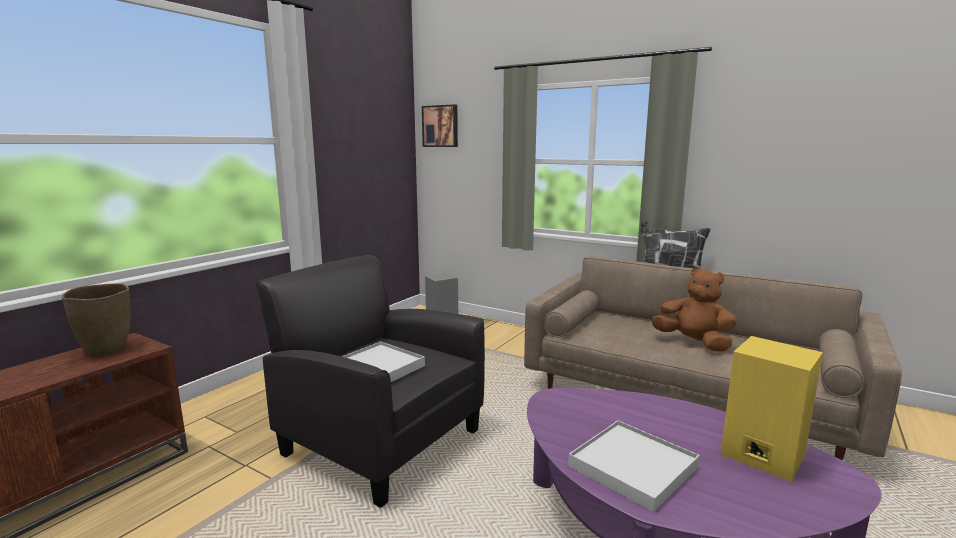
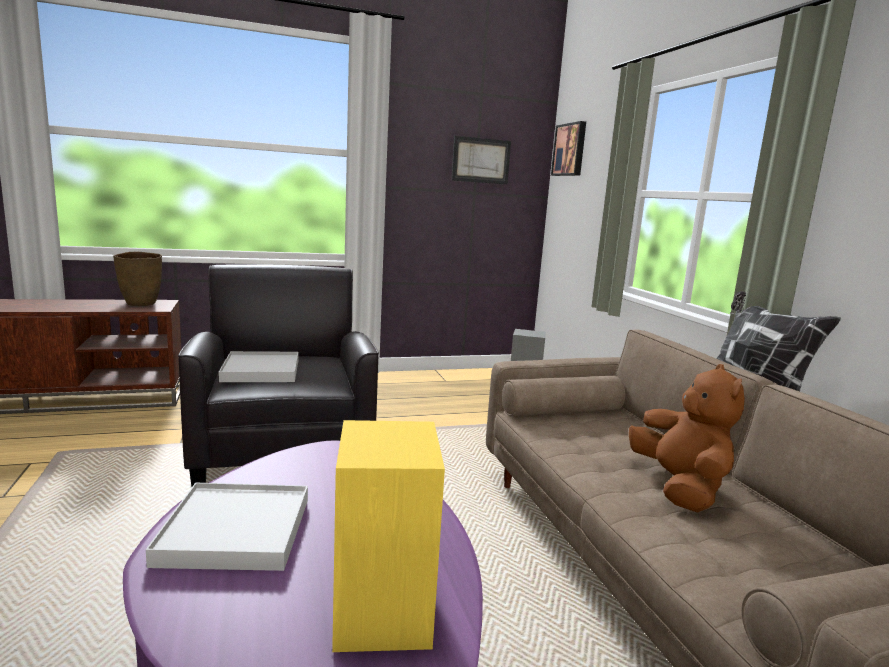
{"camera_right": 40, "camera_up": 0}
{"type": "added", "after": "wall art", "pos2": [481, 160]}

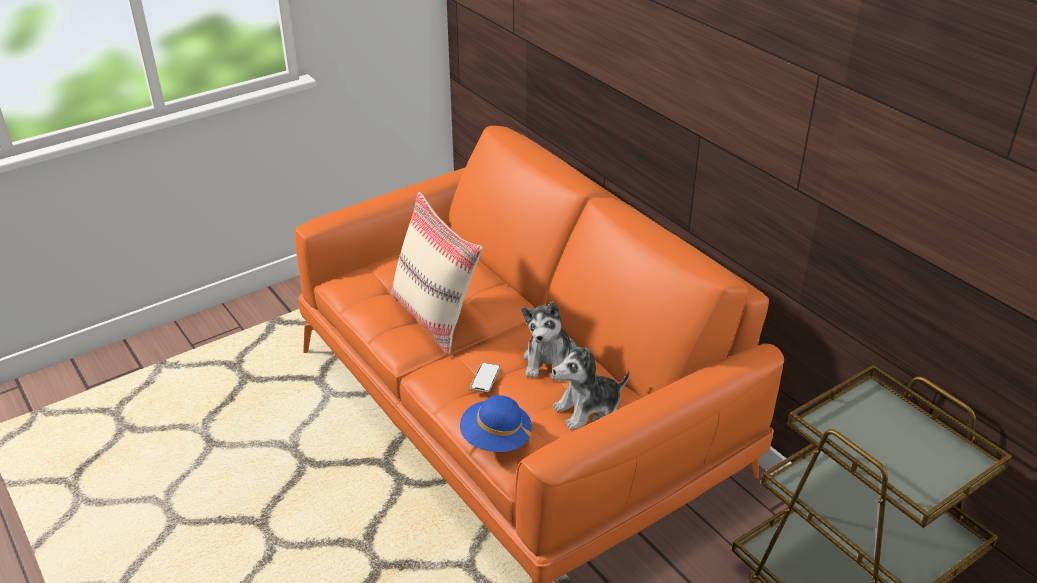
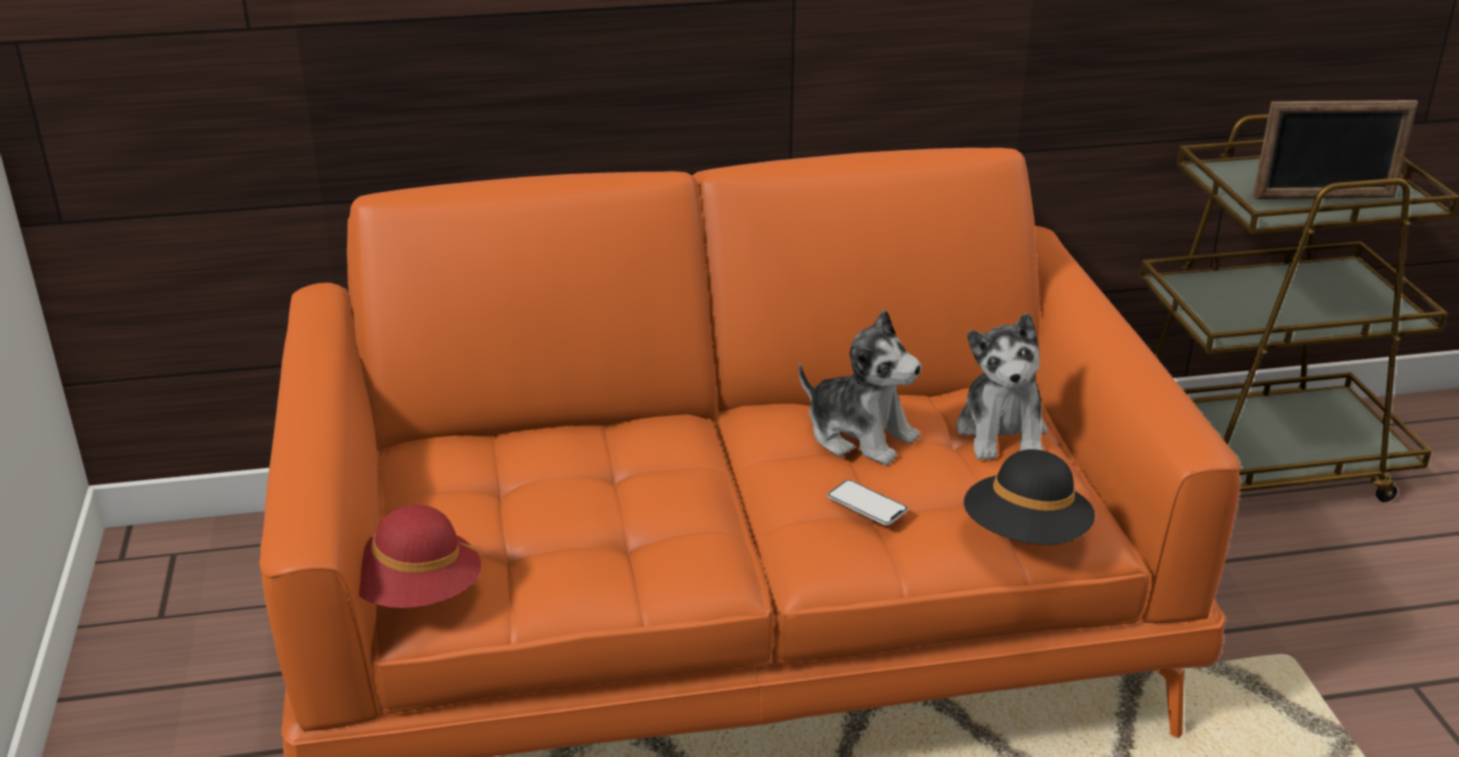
{"camera_right": -65, "camera_up": -5}
{"type": "removed", "before": "sand-coloured pillow", "pos1": [435, 317]}
{"type": "added", "after": "reddish hat", "pos2": [415, 593]}
{"type": "added", "after": "standing frame", "pos2": [1323, 197]}
{"type": "recoloured", "before": "blue-coloured hat", "after": "black hat", "pos1": [496, 439], "pos2": [1026, 535]}

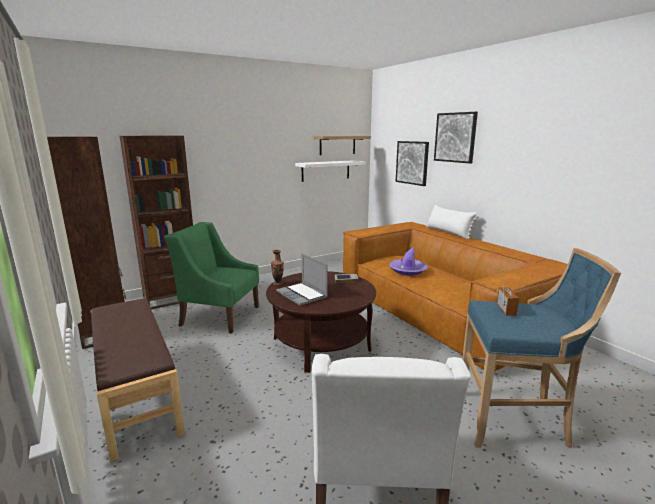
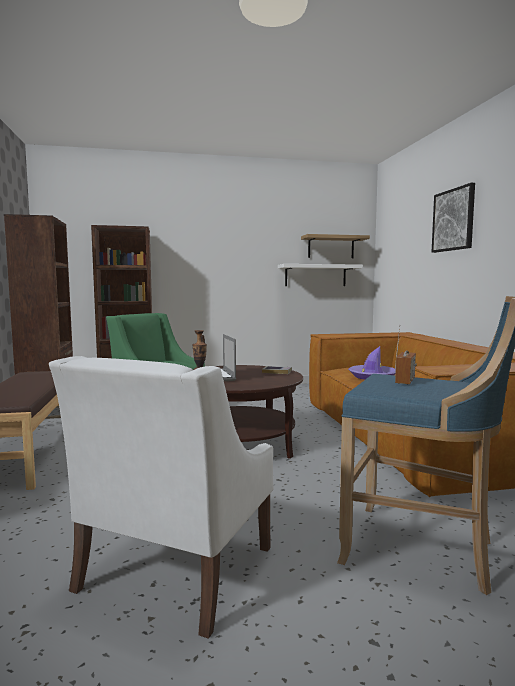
{"camera_right": 20, "camera_up": -10}
{"type": "removed", "before": "wall art", "pos1": [412, 162]}
{"type": "removed", "before": "white pillow", "pos1": [448, 233]}

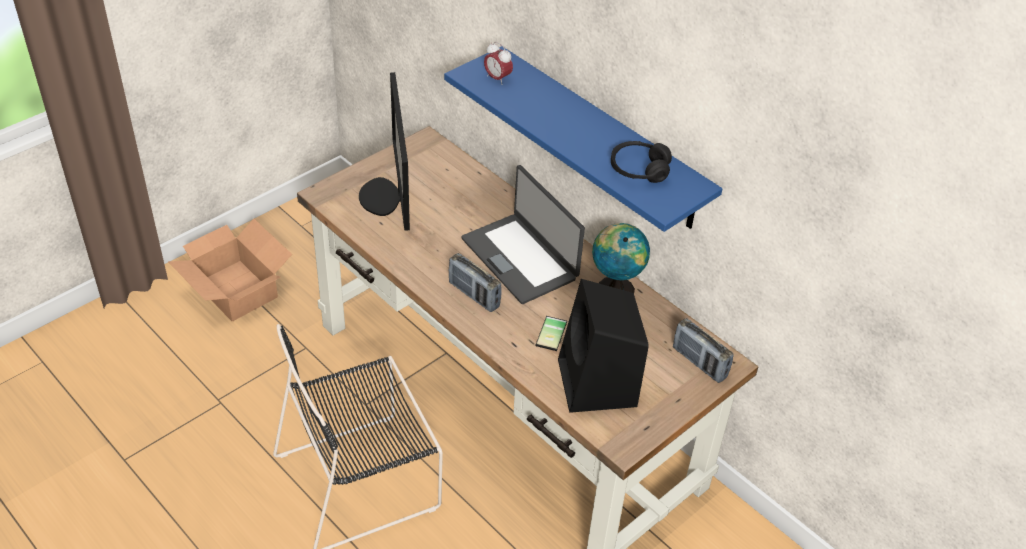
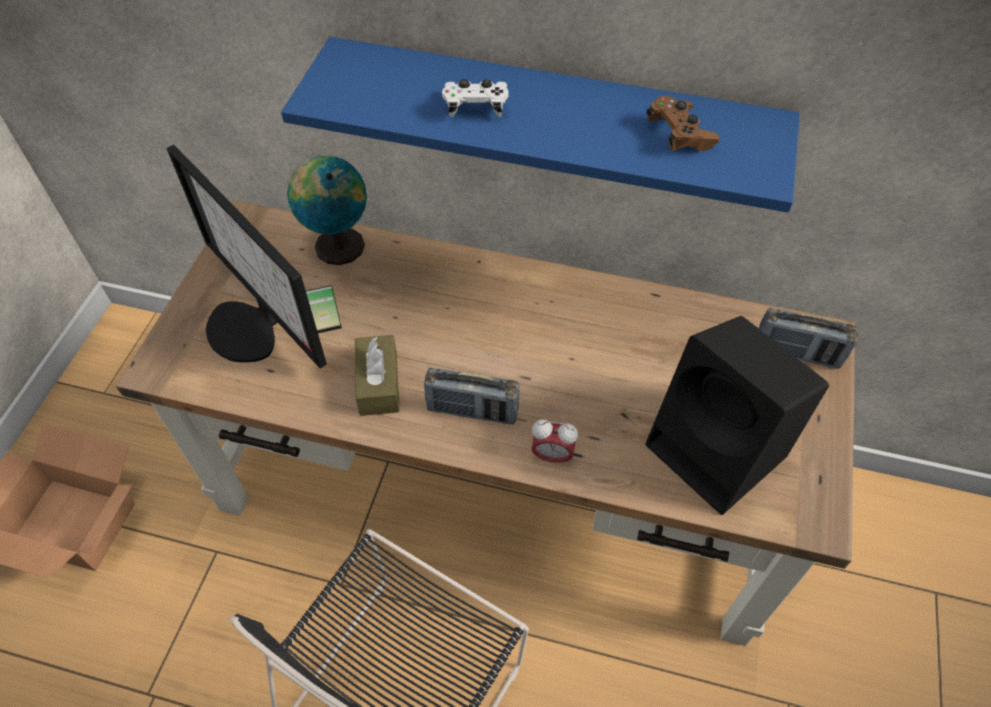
{"camera_right": -30, "camera_up": 10}
{"type": "removed", "before": "laptop", "pos1": [520, 258]}
{"type": "added", "after": "brown tissue box", "pos2": [378, 383]}
{"type": "added", "after": "white gamepad", "pos2": [475, 107]}
{"type": "moved", "before": "bedside clock", "pos1": [497, 78], "pos2": [552, 455]}
{"type": "moved", "before": "phone", "pos1": [553, 334], "pos2": [325, 309]}
{"type": "moved", "before": "world globe", "pos1": [615, 288], "pos2": [337, 244]}
{"type": "replaced", "before": "black headphones", "after": "brown gamepad", "pos1": [639, 169], "pos2": [679, 135]}

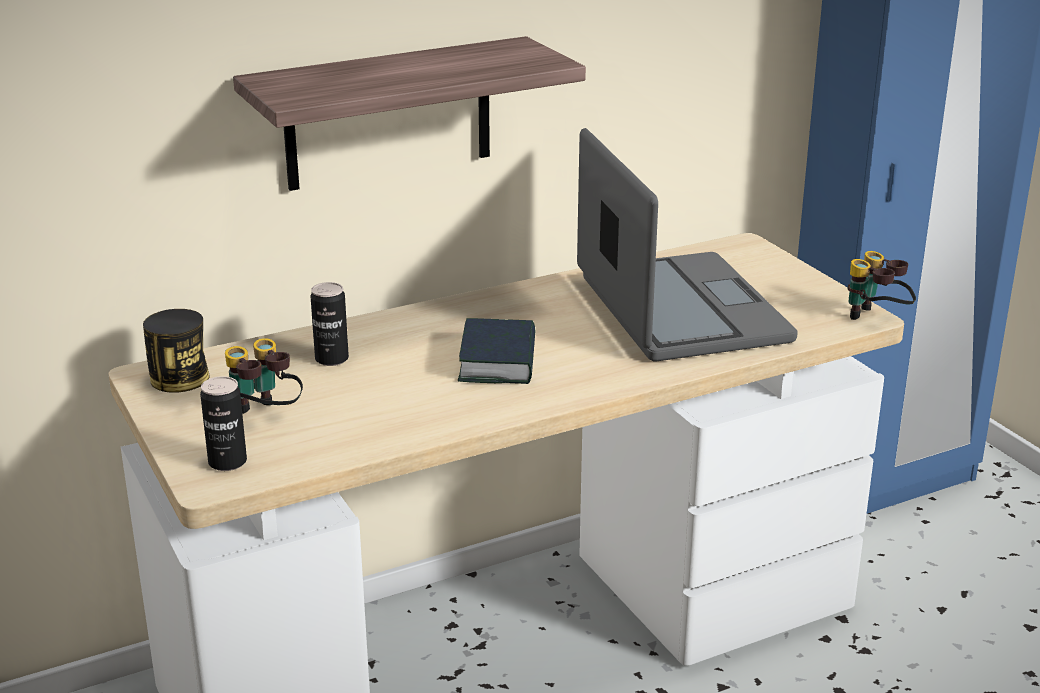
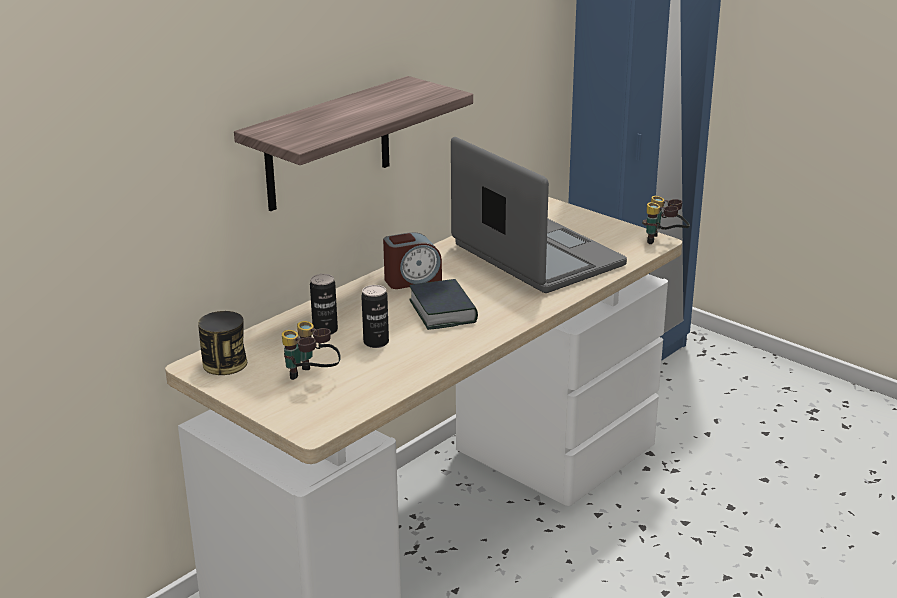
{"camera_right": -20, "camera_up": 0}
{"type": "added", "after": "bedside clock", "pos2": [412, 280]}
{"type": "moved", "before": "can", "pos1": [227, 462], "pos2": [376, 342]}

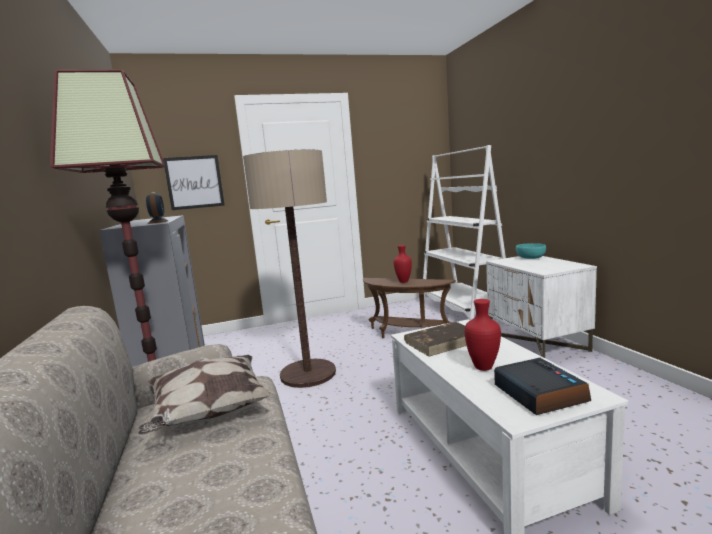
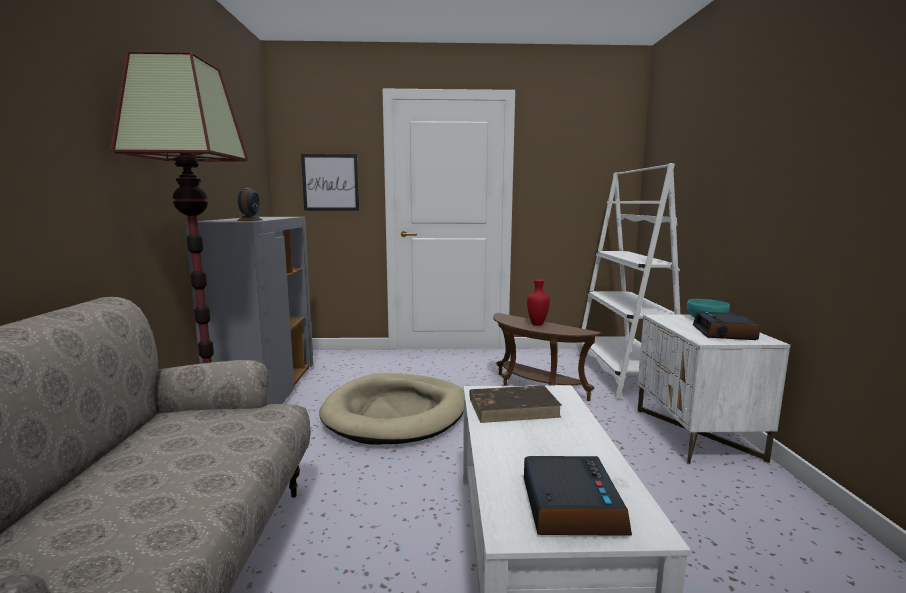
{"camera_right": 15, "camera_up": 0}
{"type": "removed", "before": "pillow", "pos1": [208, 413]}
{"type": "removed", "before": "reddish flower vase", "pos1": [482, 368]}
{"type": "added", "after": "bedside clock", "pos2": [724, 333]}
{"type": "replaced", "before": "standard lamp", "after": "sand-coloured dog cushion", "pos1": [308, 374], "pos2": [396, 413]}

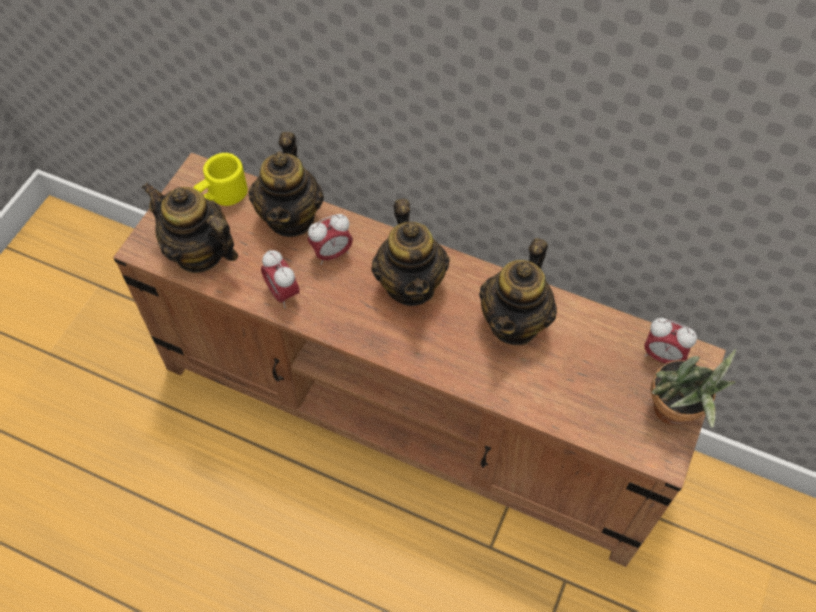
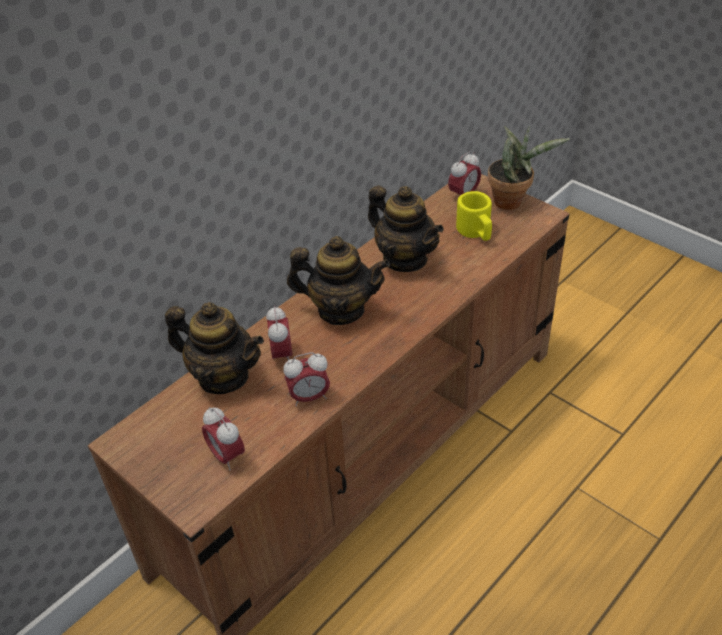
{"camera_right": -70, "camera_up": -15}
{"type": "moved", "before": "yellow-coloured mug", "pos1": [222, 195], "pos2": [476, 232]}
{"type": "replaced", "before": "pot for tea", "after": "bedside clock", "pos1": [199, 253], "pos2": [227, 456]}

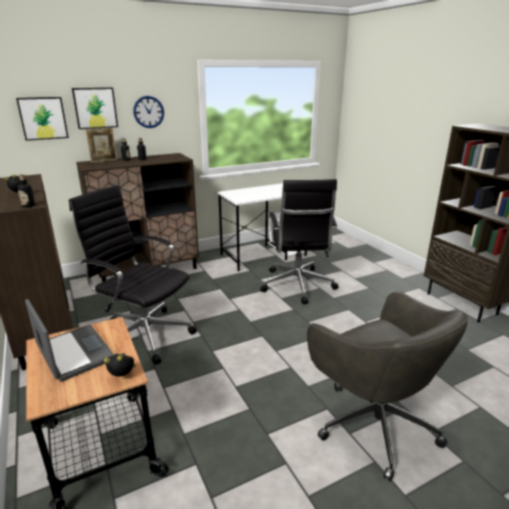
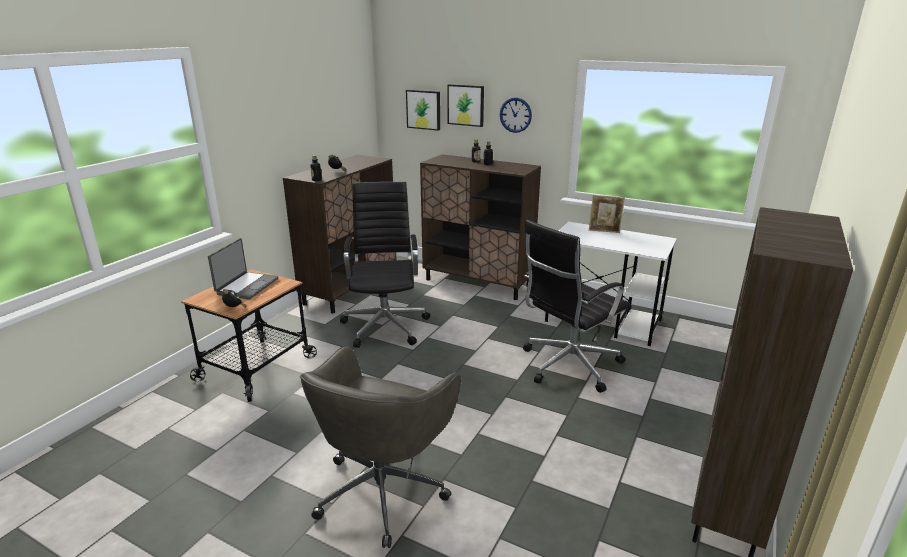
{"camera_right": 55, "camera_up": 0}
{"type": "moved", "before": "standing frame", "pos1": [104, 161], "pos2": [604, 231]}

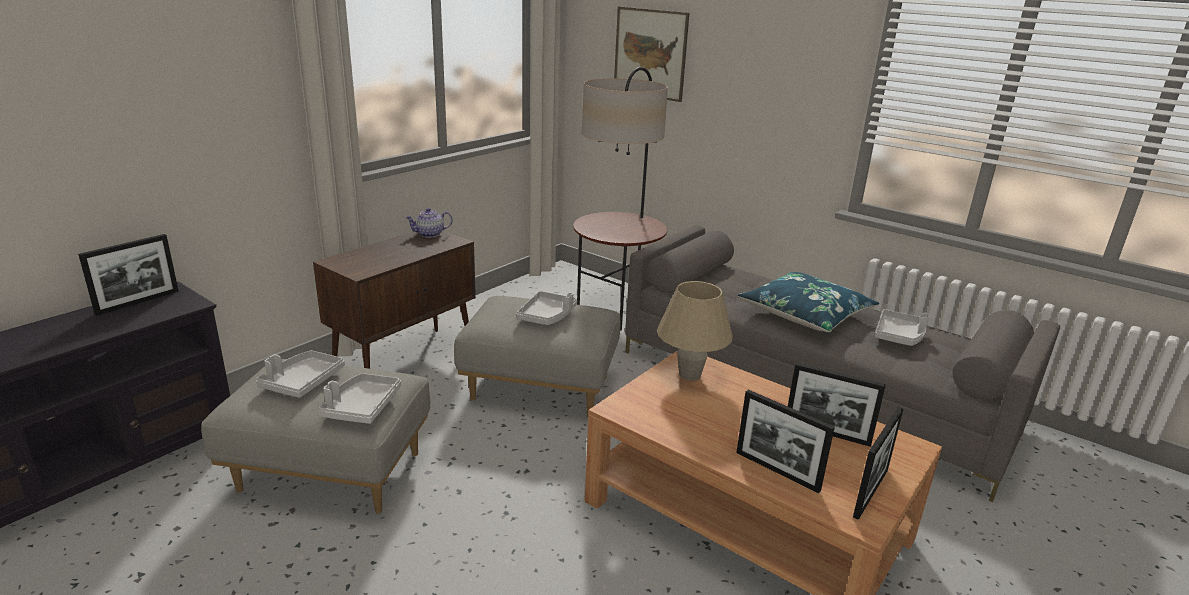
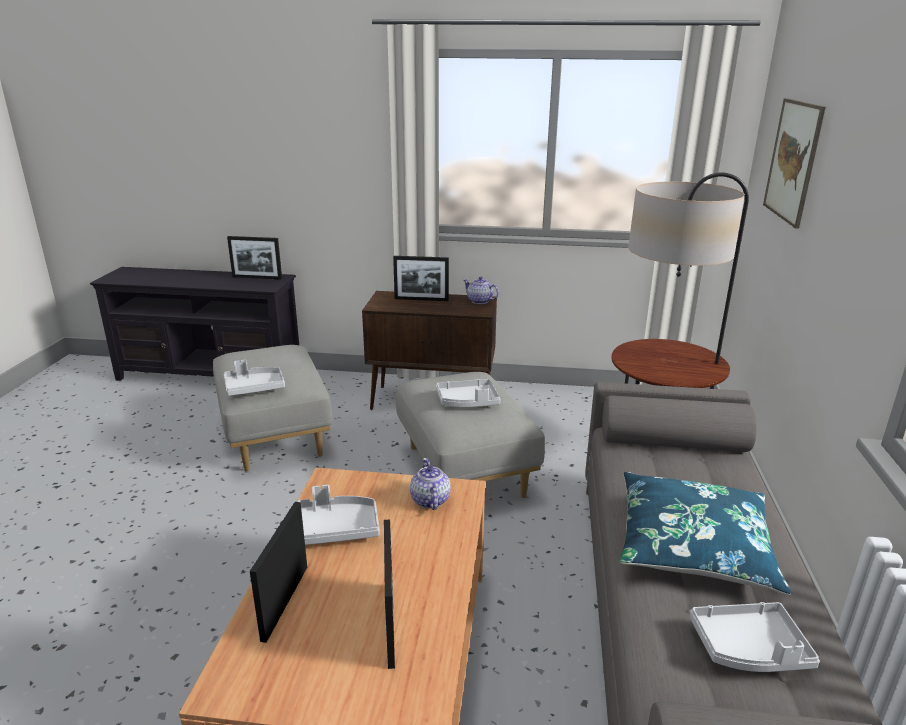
{"camera_right": 60, "camera_up": 0}
{"type": "moved", "before": "gray tray", "pos1": [302, 382], "pos2": [337, 528]}
{"type": "moved", "before": "standing frame", "pos1": [871, 492], "pos2": [421, 299]}
{"type": "replaced", "before": "sand-coloured table lamp", "after": "pot for tea", "pos1": [689, 375], "pos2": [429, 500]}

